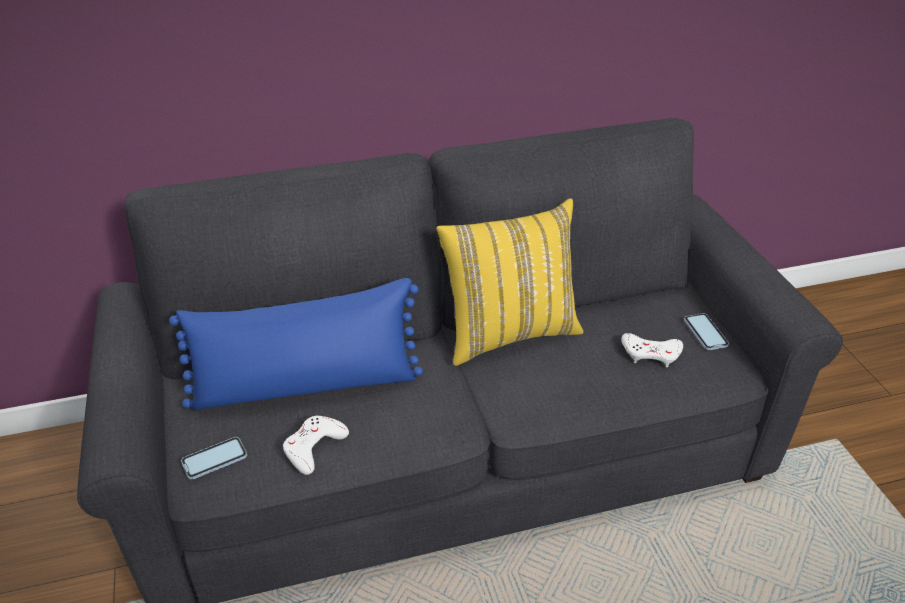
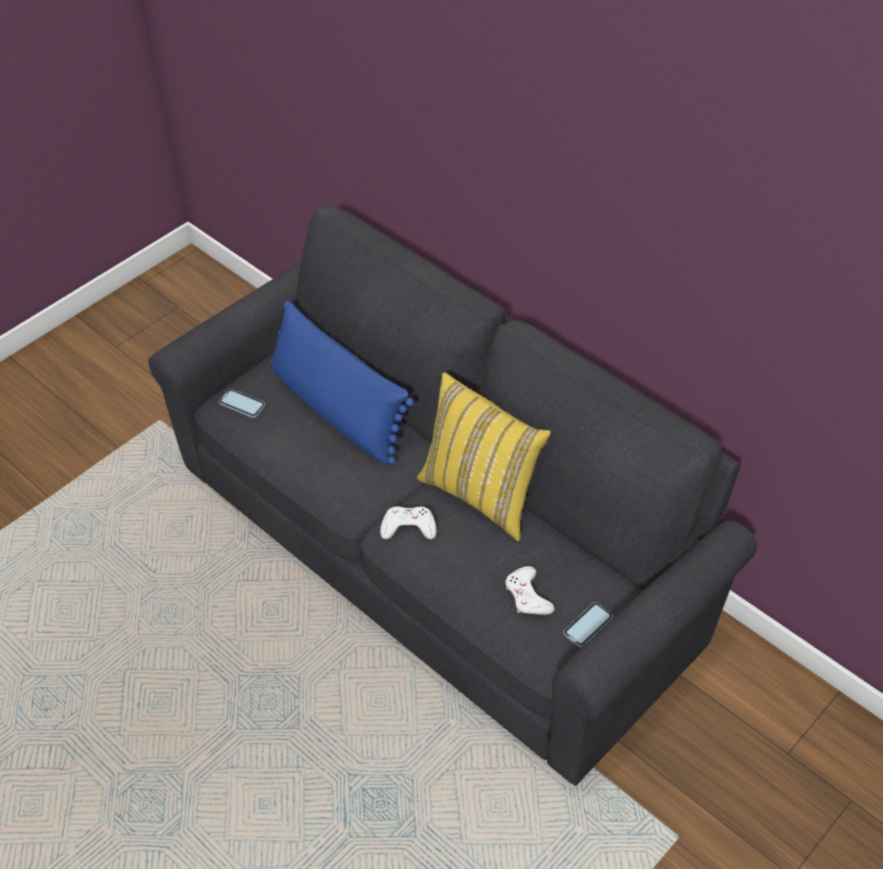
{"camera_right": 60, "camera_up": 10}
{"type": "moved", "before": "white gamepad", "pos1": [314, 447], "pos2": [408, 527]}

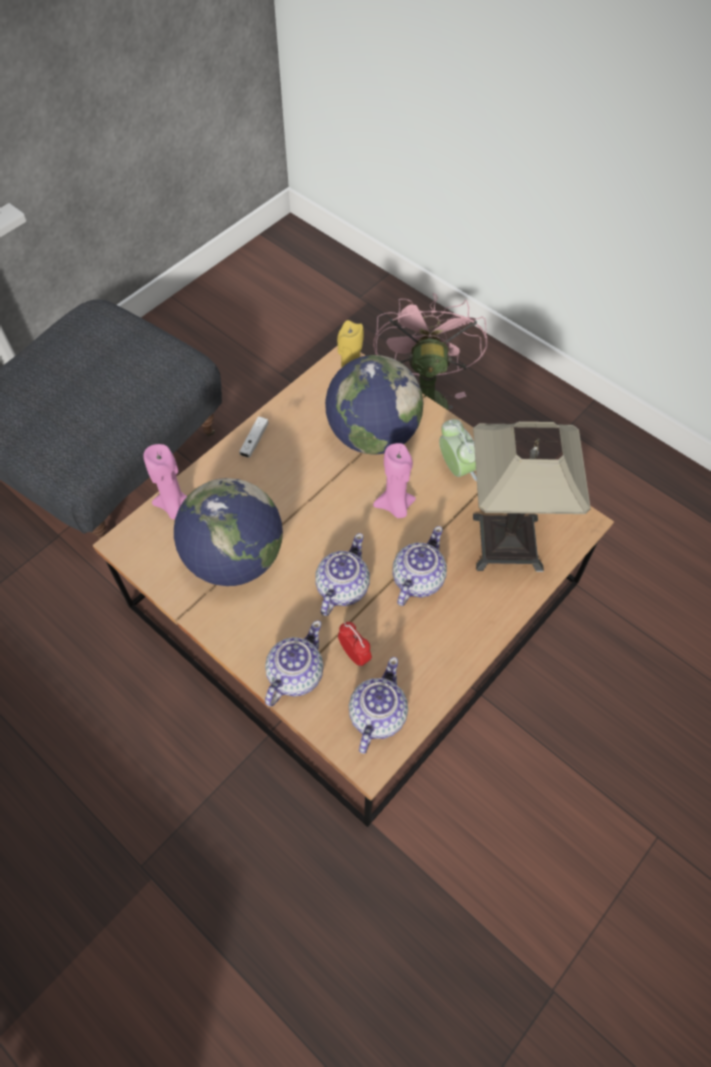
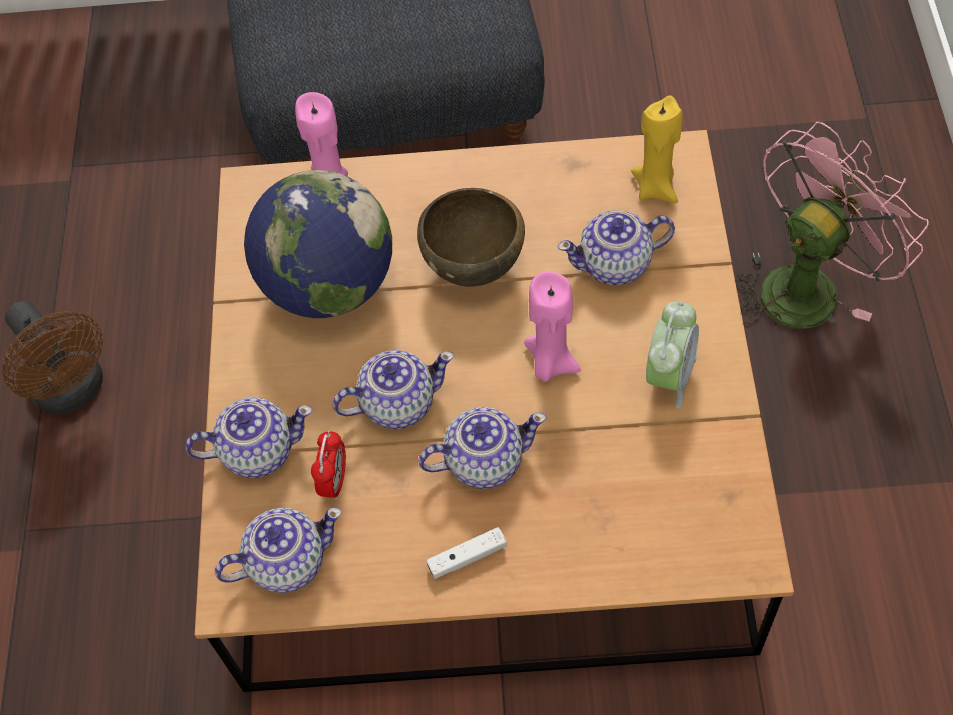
{"camera_right": 50, "camera_up": 0}
{"type": "removed", "before": "table lamp", "pos1": [507, 542]}
{"type": "added", "after": "brown fan", "pos2": [74, 390]}
{"type": "added", "after": "brown serving bowl", "pos2": [475, 267]}
{"type": "moved", "before": "white gamepad", "pos1": [254, 441], "pos2": [467, 557]}
{"type": "replaced", "before": "world globe", "after": "pot for tea", "pos1": [373, 435], "pos2": [616, 264]}

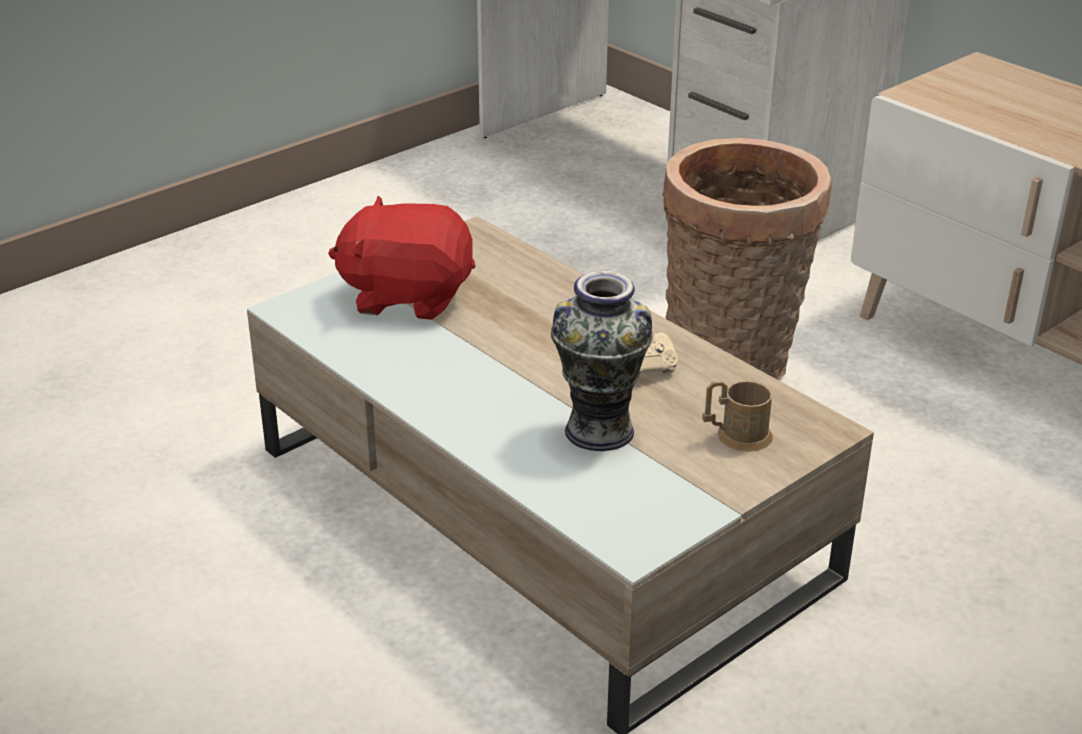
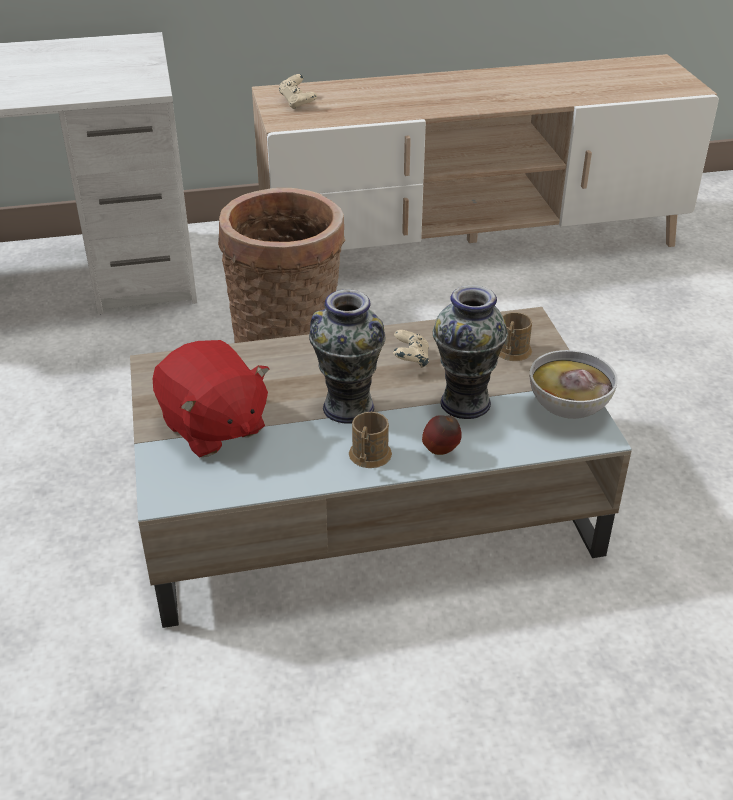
{"camera_right": -60, "camera_up": 5}
{"type": "added", "after": "sand-coloured gamepad", "pos2": [297, 103]}
{"type": "added", "after": "flower vase", "pos2": [348, 408]}
{"type": "added", "after": "brown mug", "pos2": [368, 458]}
{"type": "added", "after": "apple", "pos2": [441, 451]}
{"type": "added", "after": "serving bowl", "pos2": [568, 409]}
{"type": "turned", "before": "reddish cuddly toy", "pos1": [407, 296], "pos2": [213, 427], "turn": -75}

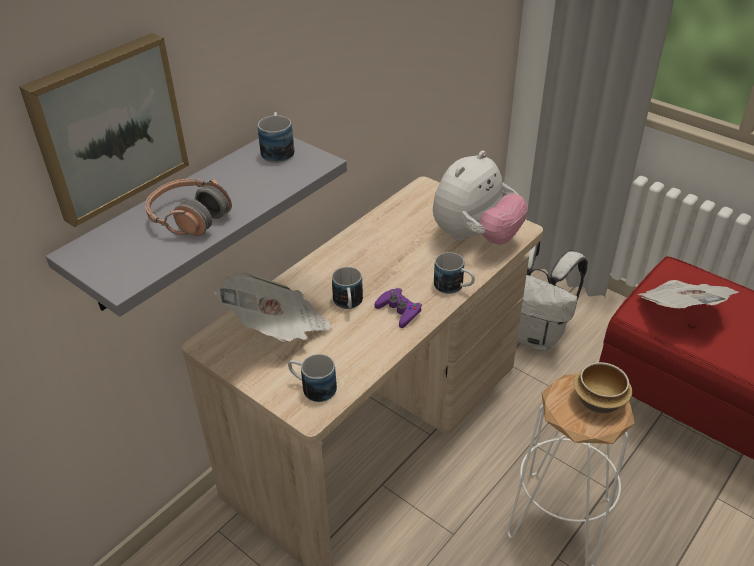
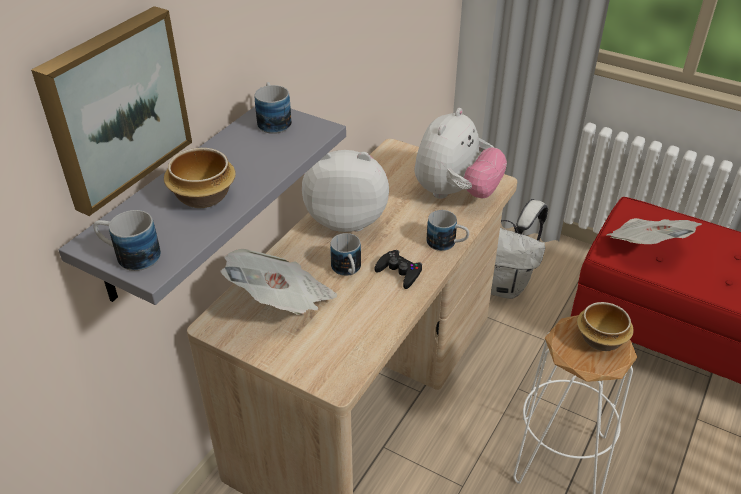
{"camera_right": -10, "camera_up": 0}
{"type": "added", "after": "cuddly toy", "pos2": [347, 219]}
{"type": "moved", "before": "mug", "pos1": [312, 387], "pos2": [130, 256]}
{"type": "replaced", "before": "headphones", "after": "serving bowl", "pos1": [190, 217], "pos2": [203, 196]}
{"type": "recoloured", "before": "purple gamepad", "after": "black gamepad", "pos1": [399, 311], "pos2": [399, 272]}

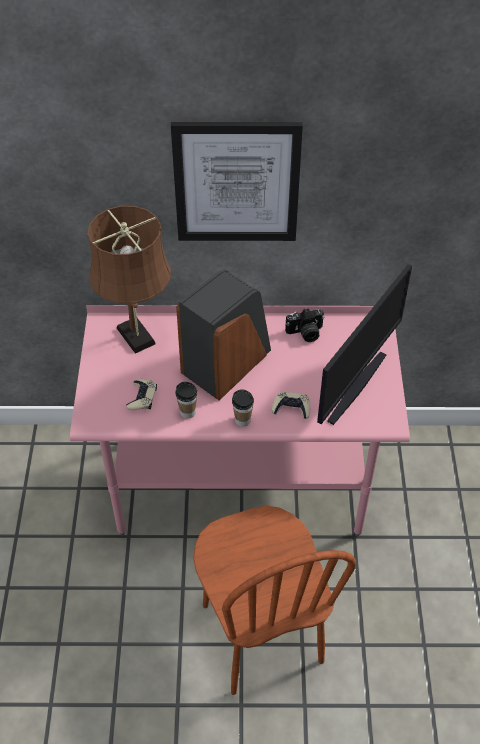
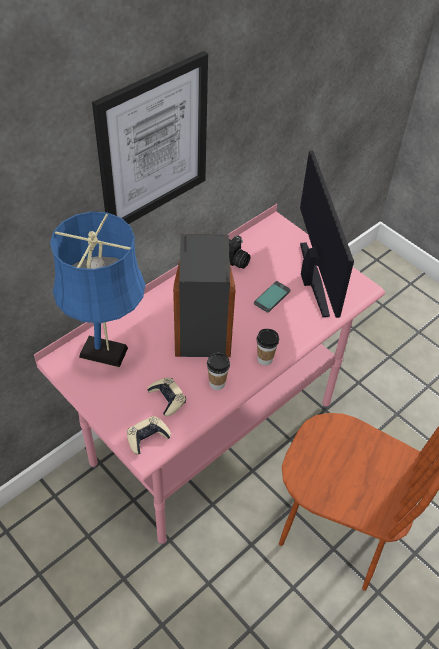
{"camera_right": -45, "camera_up": 0}
{"type": "added", "after": "phone", "pos2": [271, 297]}
{"type": "moved", "before": "sand-coloured gamepad", "pos1": [291, 408], "pos2": [147, 437]}
{"type": "recoloured", "before": "brown table lamp", "after": "blue-coloured table lamp", "pos1": [138, 339], "pos2": [108, 354]}

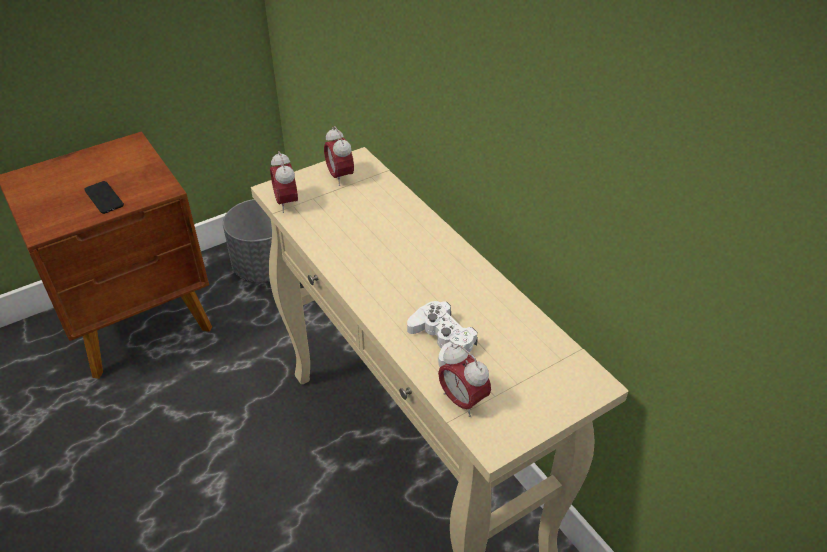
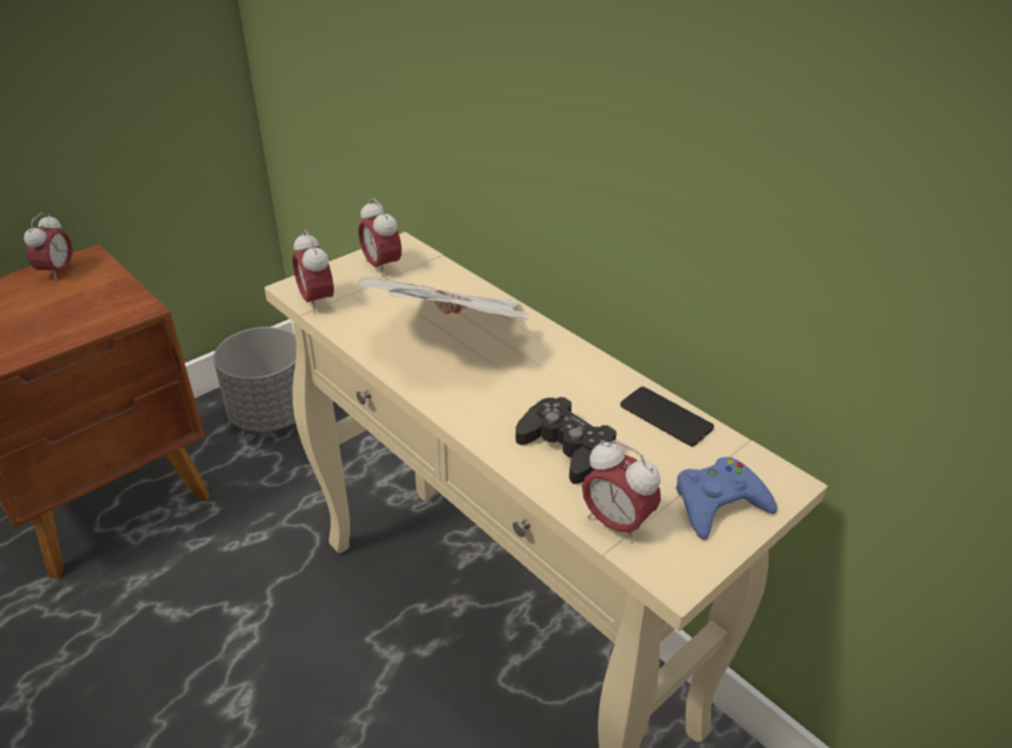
{"camera_right": -10, "camera_up": -5}
{"type": "added", "after": "bedside clock", "pos2": [58, 272]}
{"type": "added", "after": "daily paper", "pos2": [454, 336]}
{"type": "added", "after": "blue-coloured gamepad", "pos2": [718, 503]}
{"type": "moved", "before": "phone", "pos1": [104, 198], "pos2": [666, 417]}
{"type": "recoloured", "before": "white gamepad", "after": "black gamepad", "pos1": [442, 339], "pos2": [566, 447]}

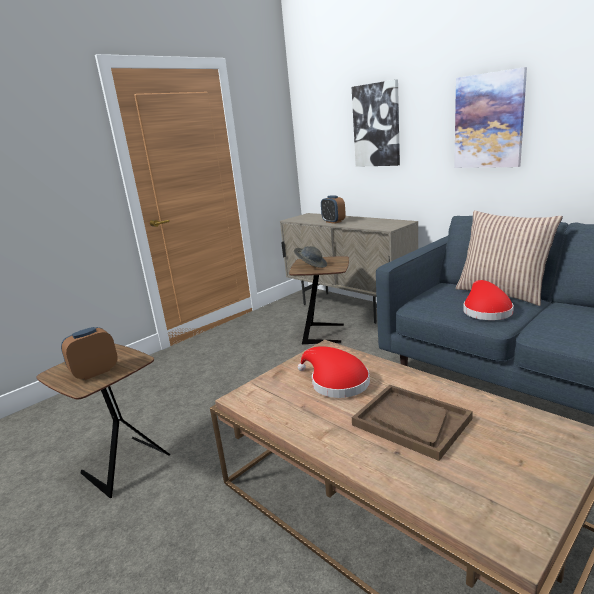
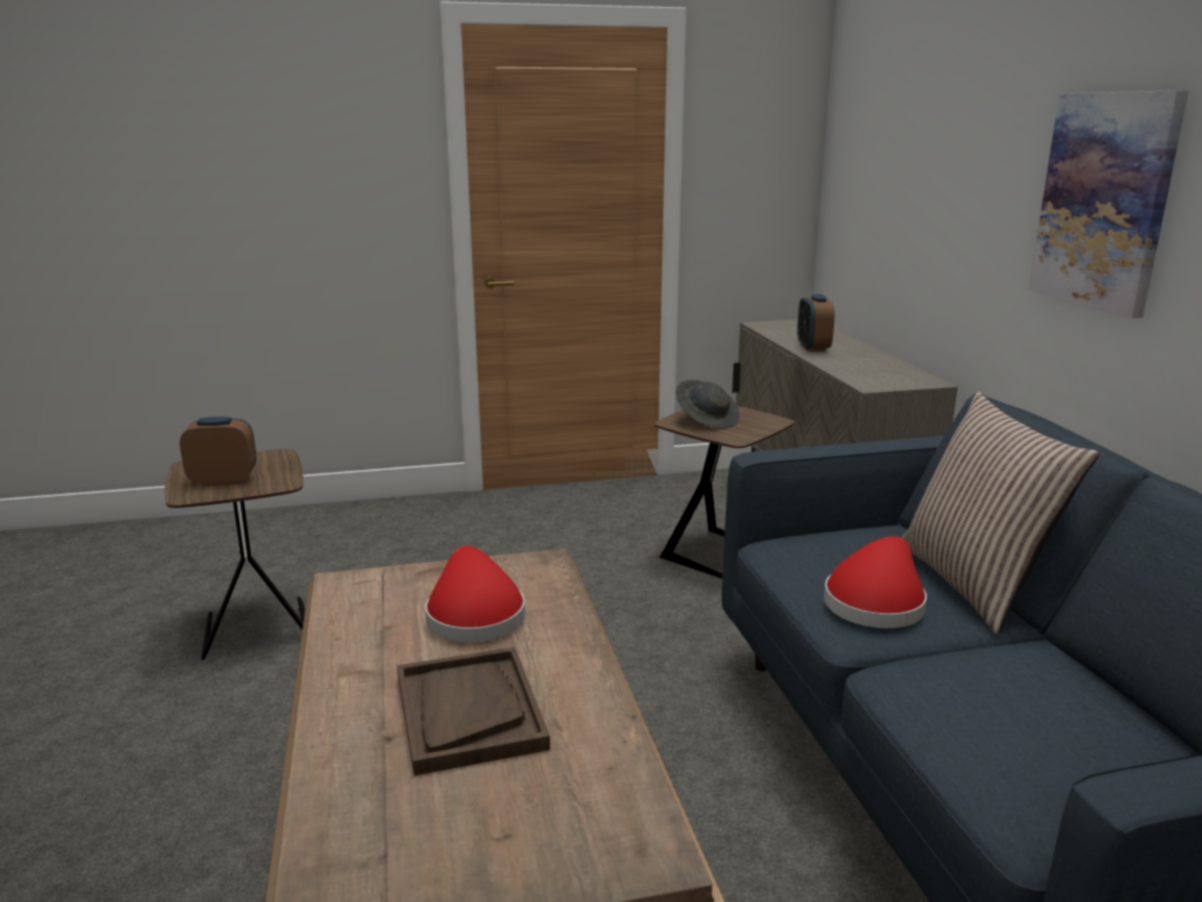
{"camera_right": 30, "camera_up": 0}
{"type": "removed", "before": "wall art", "pos1": [377, 125]}

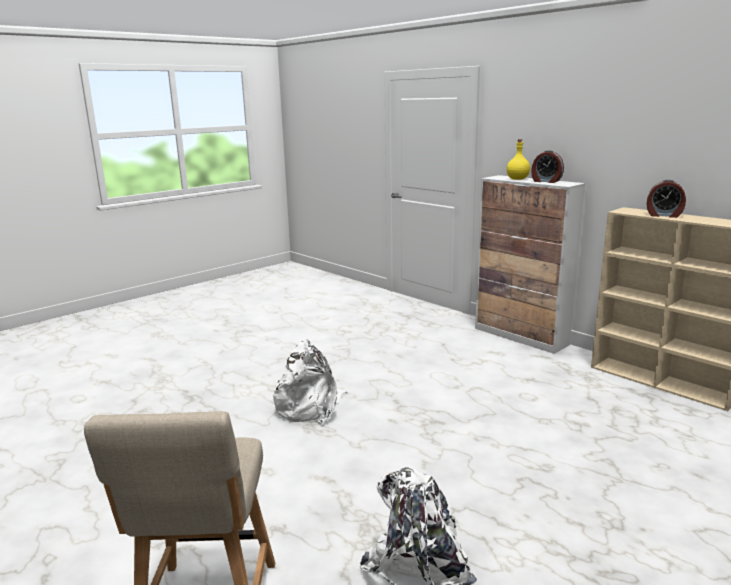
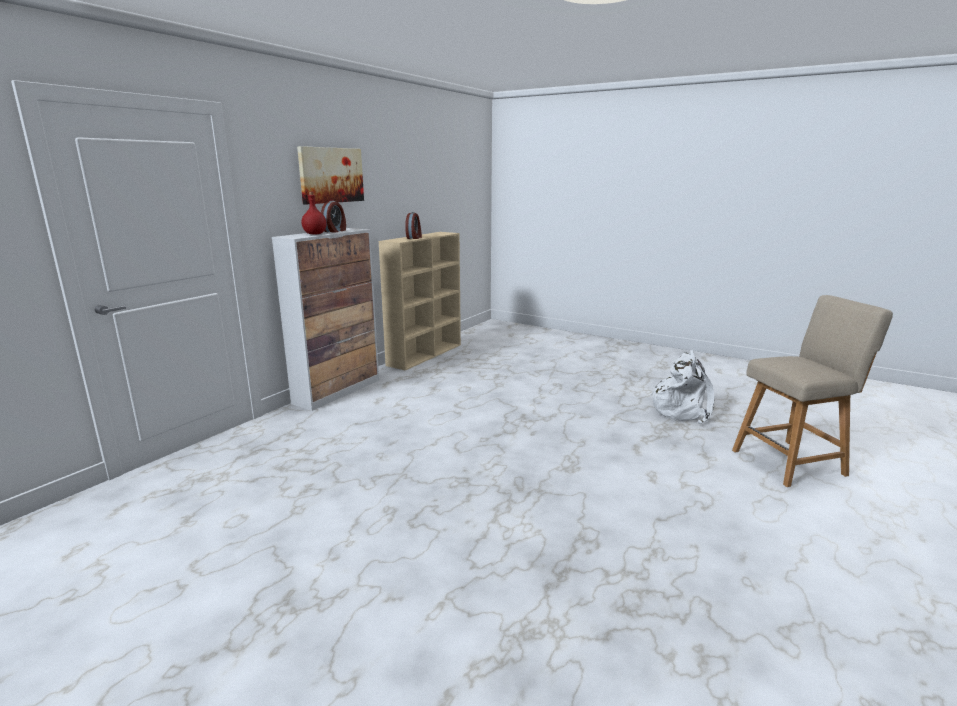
{"camera_right": -105, "camera_up": 0}
{"type": "removed", "before": "white knapsack", "pos1": [310, 406]}
{"type": "added", "after": "wall art", "pos2": [331, 175]}
{"type": "recoloured", "before": "yellow-coloured beverage bottle", "after": "reddish beverage bottle", "pos1": [517, 179], "pos2": [314, 234]}

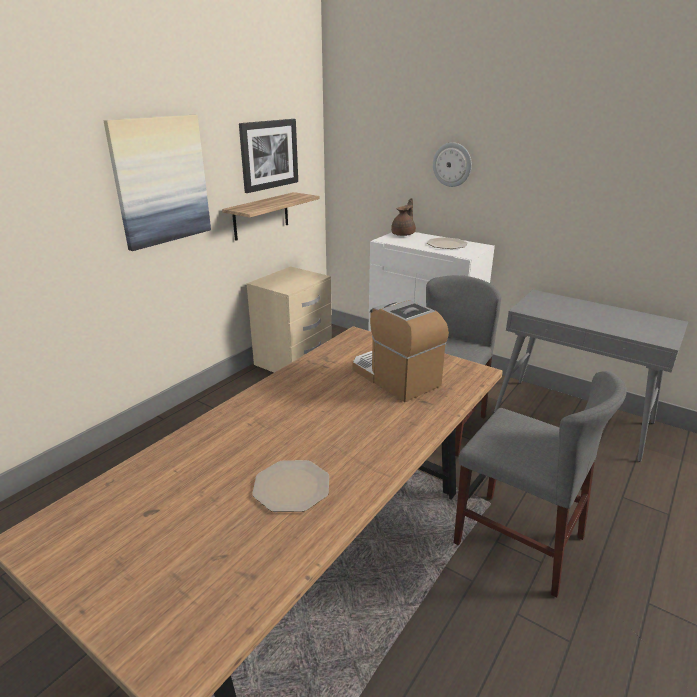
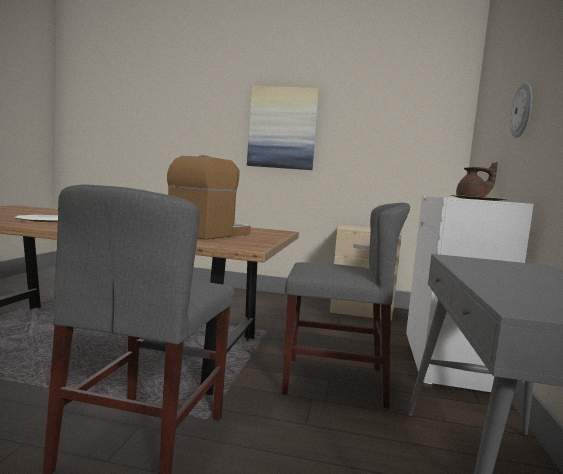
{"camera_right": 65, "camera_up": -20}
{"type": "removed", "before": "bracket shelf", "pos1": [261, 216]}
{"type": "removed", "before": "wall art", "pos1": [269, 154]}

